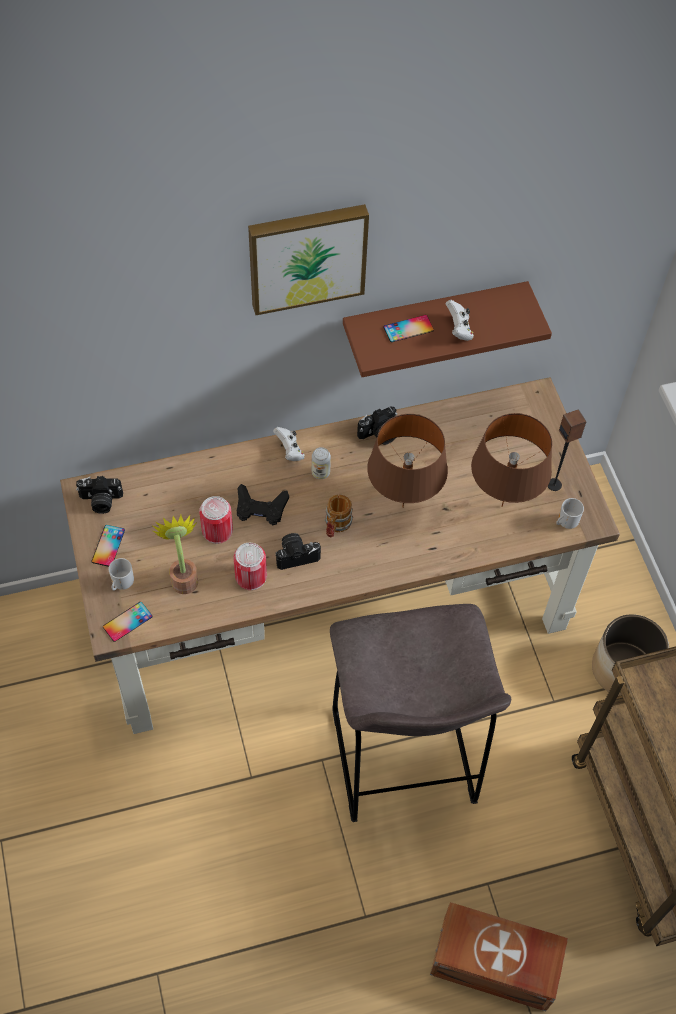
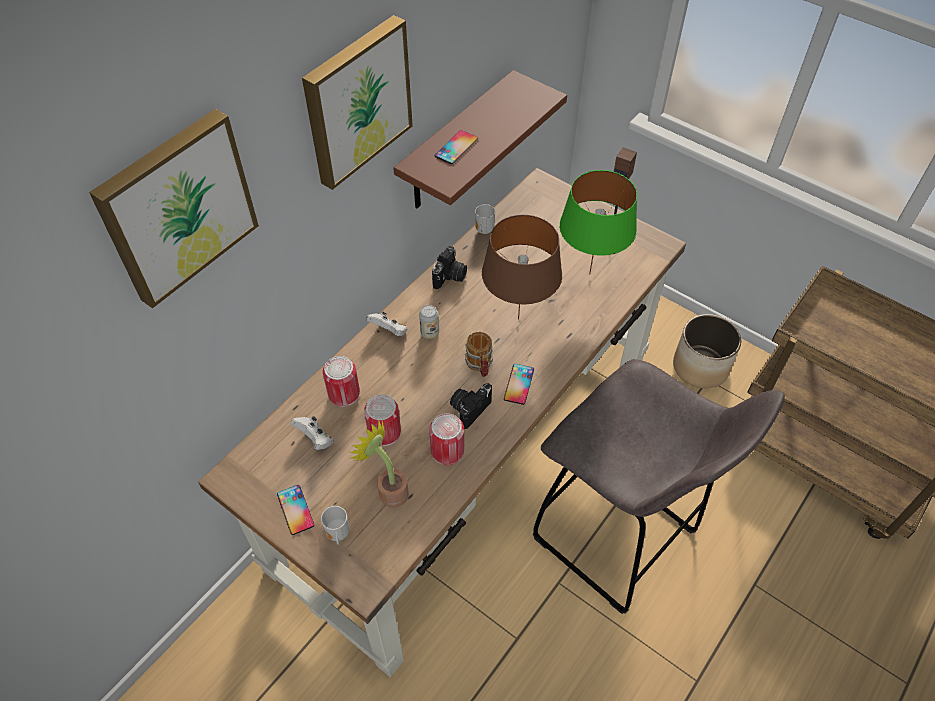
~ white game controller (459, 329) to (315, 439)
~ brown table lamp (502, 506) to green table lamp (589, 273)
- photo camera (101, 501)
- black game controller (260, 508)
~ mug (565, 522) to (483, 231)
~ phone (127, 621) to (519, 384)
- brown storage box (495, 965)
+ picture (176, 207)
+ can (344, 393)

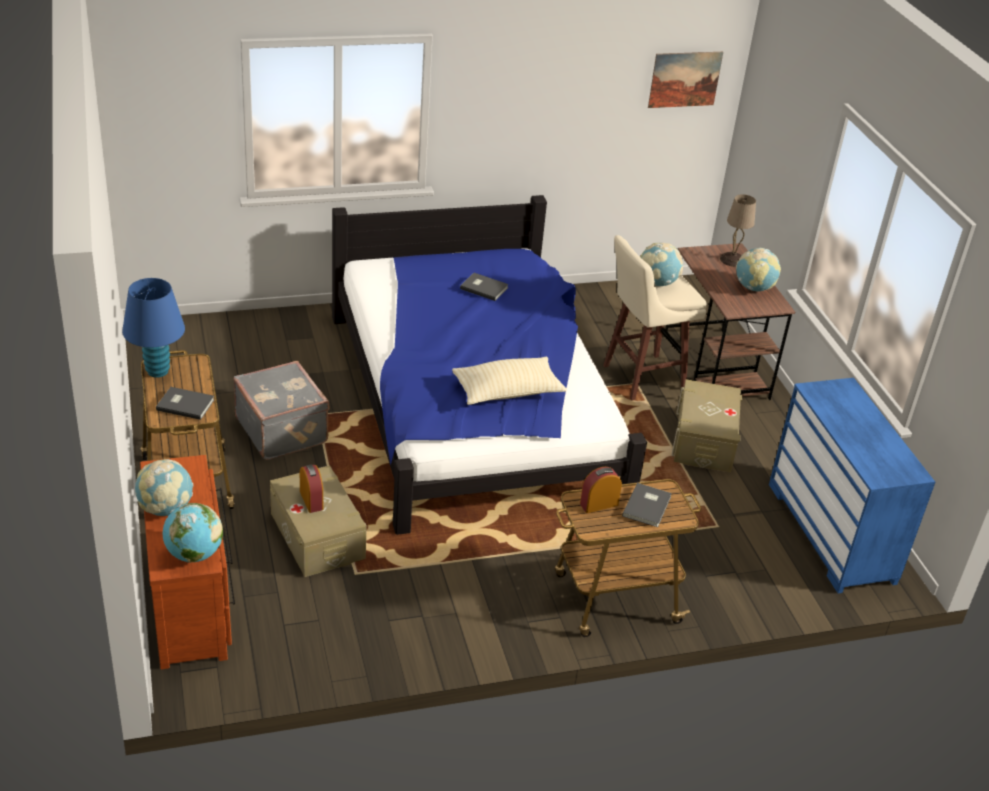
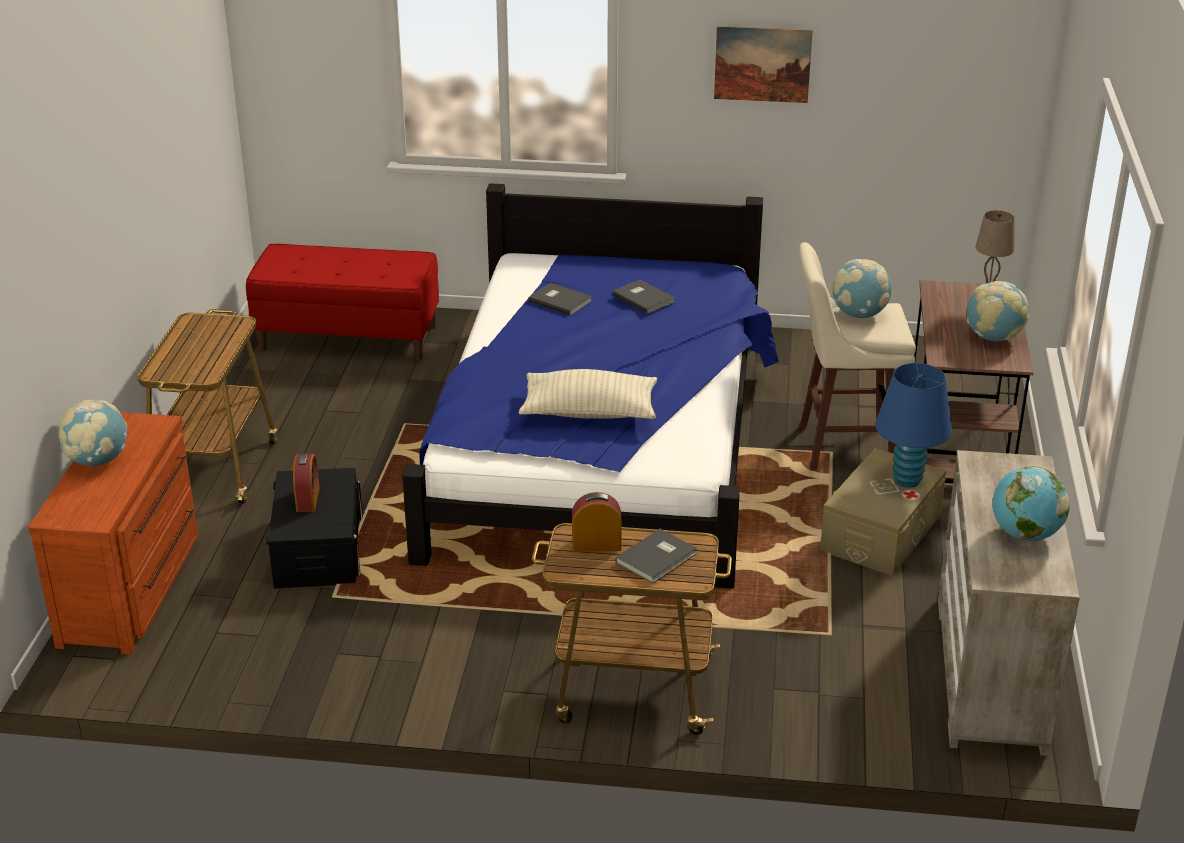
~ picture (685, 79) to (762, 64)
~ blue table lamp (157, 371) to (907, 480)
- grey suitcase (283, 430)
~ blue dresser (831, 533) to beige dresser (991, 673)
~ grey book (185, 404) to (560, 300)
~ beige storage box (317, 536) to black storage box (317, 549)
~ globe (194, 554) to (1025, 534)
+ red bench (348, 338)

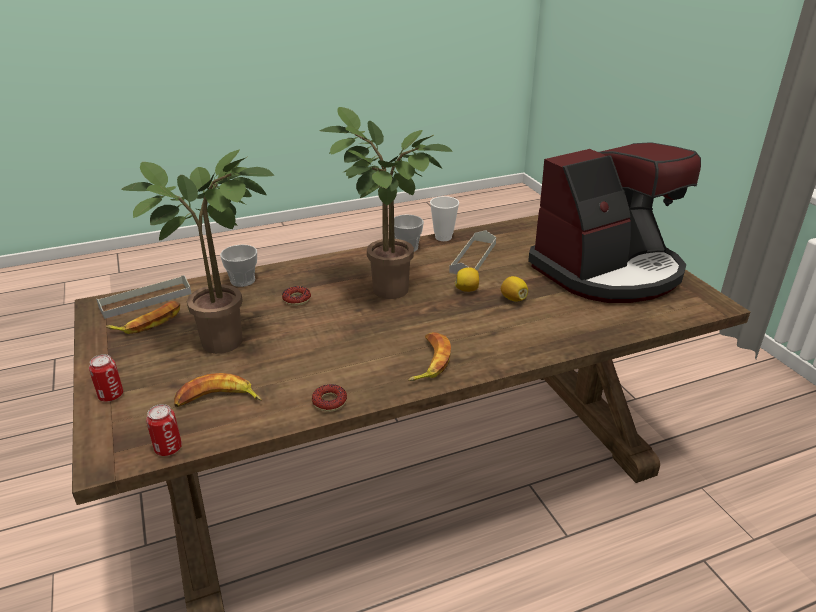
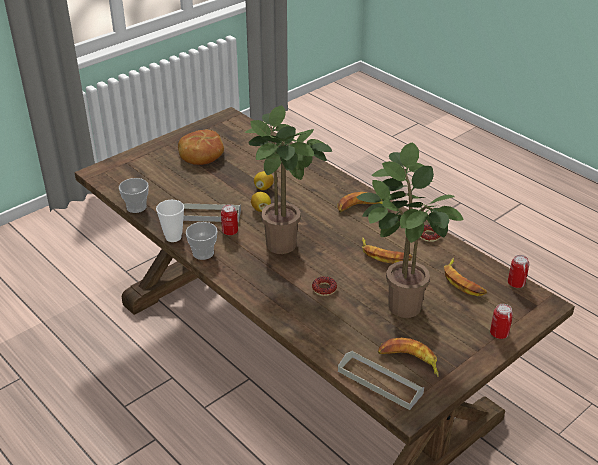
~ coffee machine (608, 271) to bread (201, 154)
~ cup (243, 280) to (136, 207)
+ can (230, 231)
+ banana (384, 255)

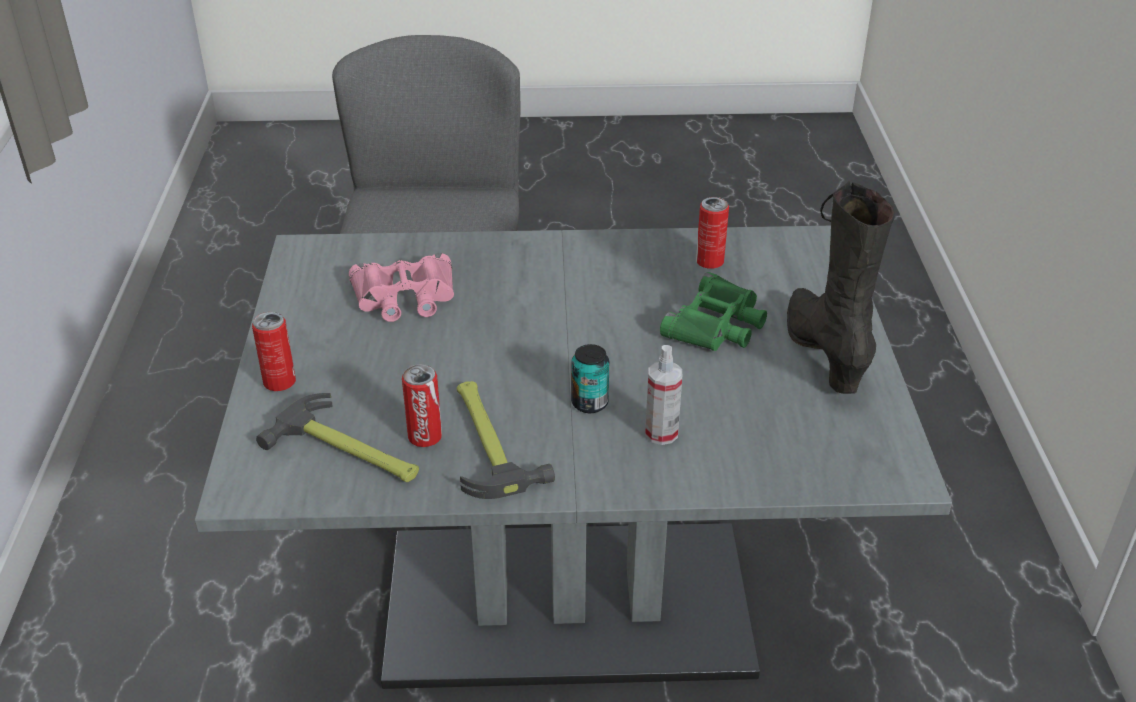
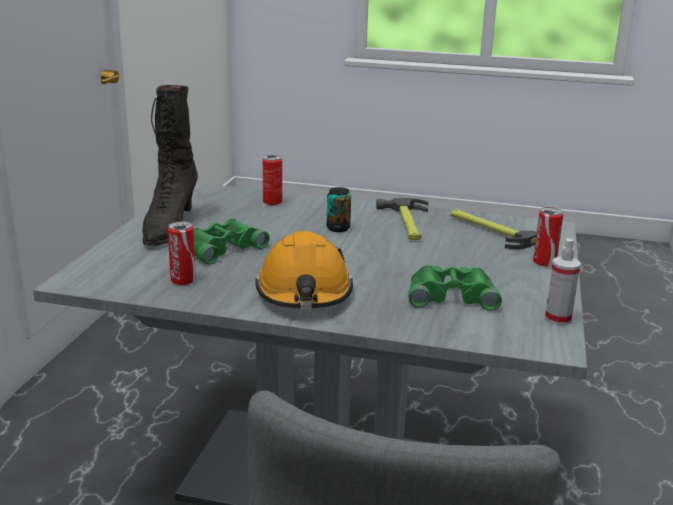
~ pink binoculars (405, 297) to green binoculars (451, 295)
~ spray bottle (661, 433) to (558, 319)
~ can (425, 437) to (272, 202)
+ orange hard hat (304, 293)

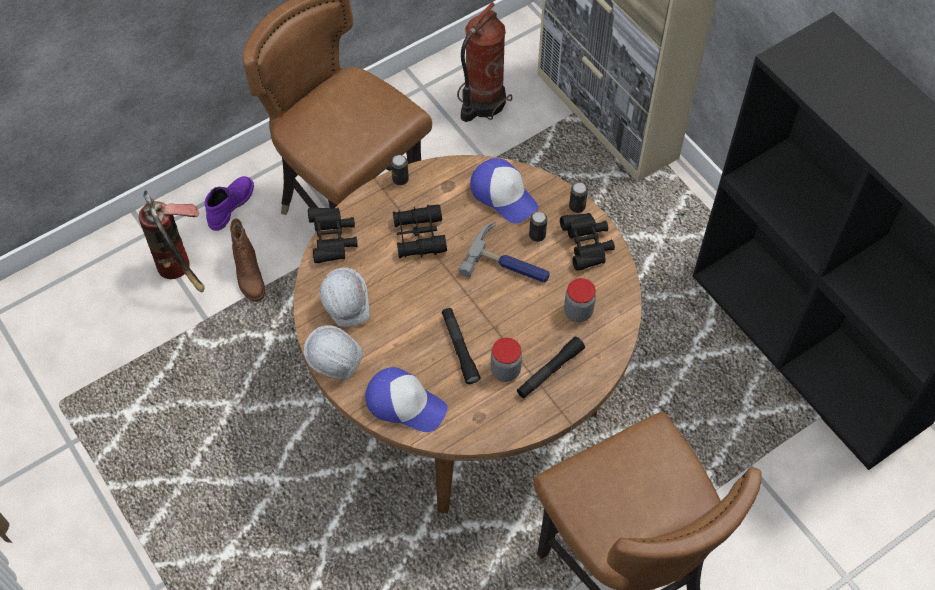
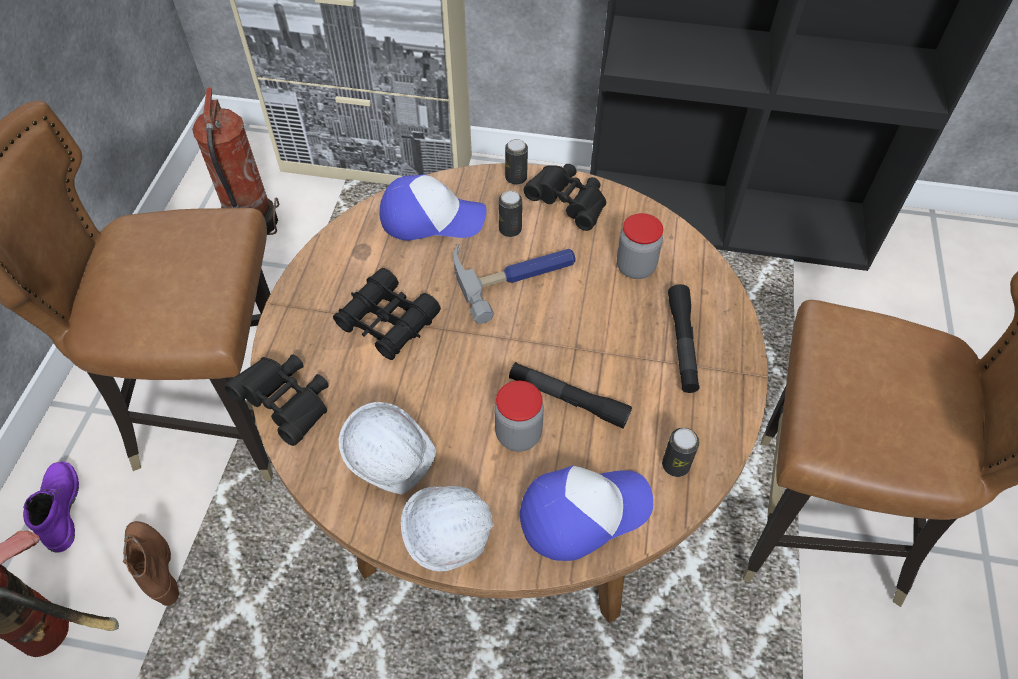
~ can (400, 179) to (675, 465)
~ brown boot (249, 276) = (156, 565) 150 degrees counterclockwise
~ jar (505, 370) to (518, 434)

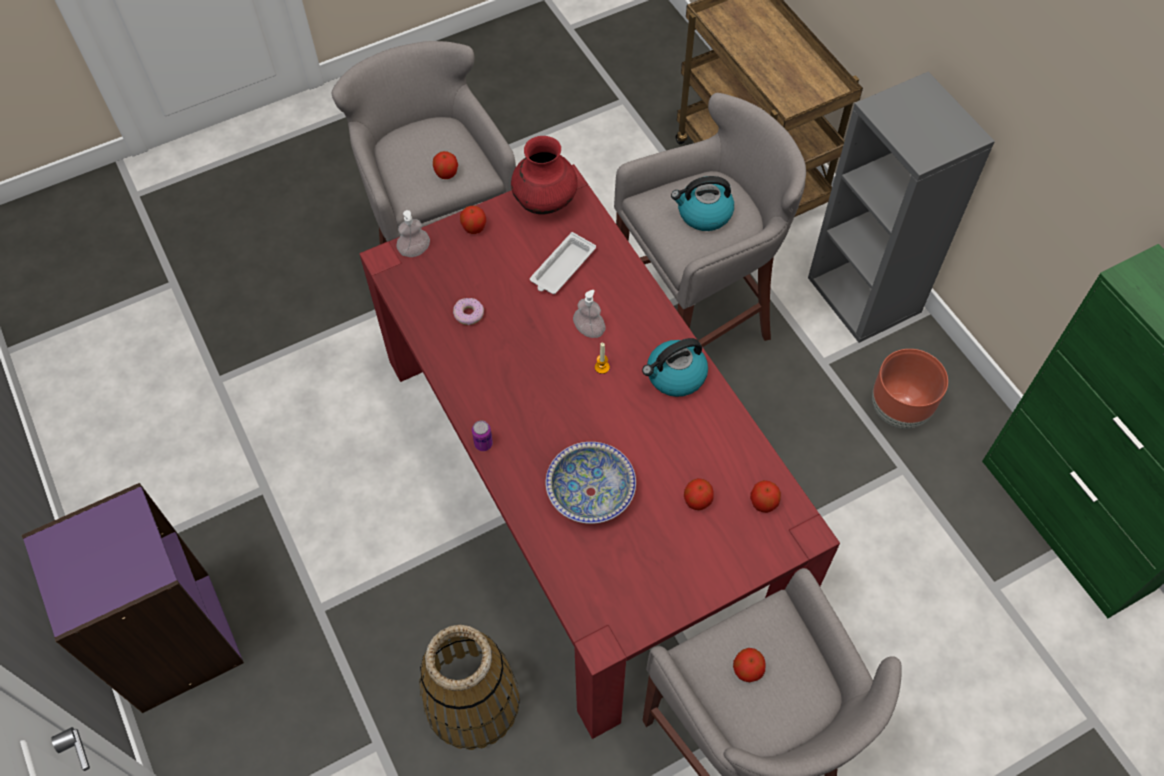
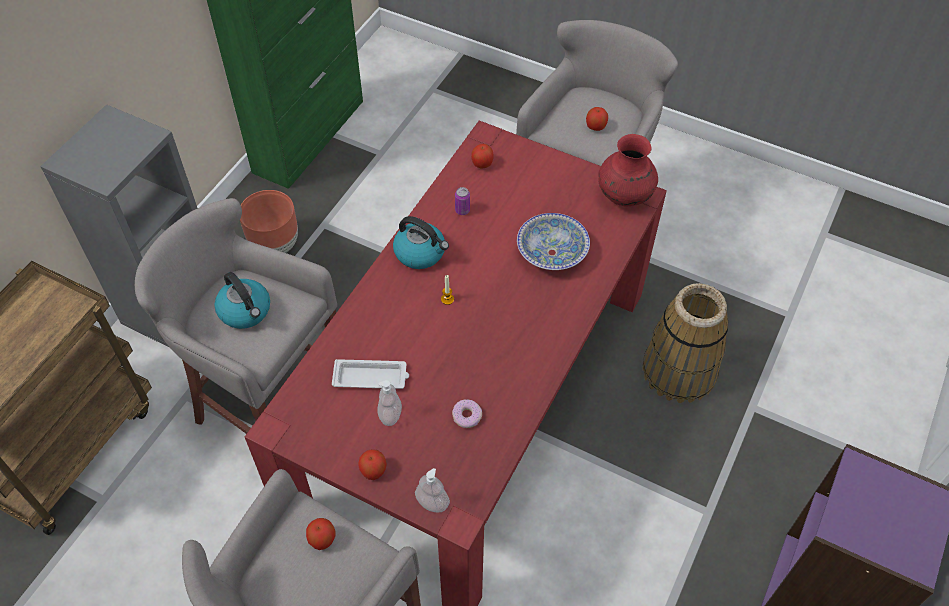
~ red vase (545, 202) to (624, 196)
~ soap dispenser (589, 330) to (390, 414)
~ can (483, 444) to (462, 210)
- apple (697, 501)

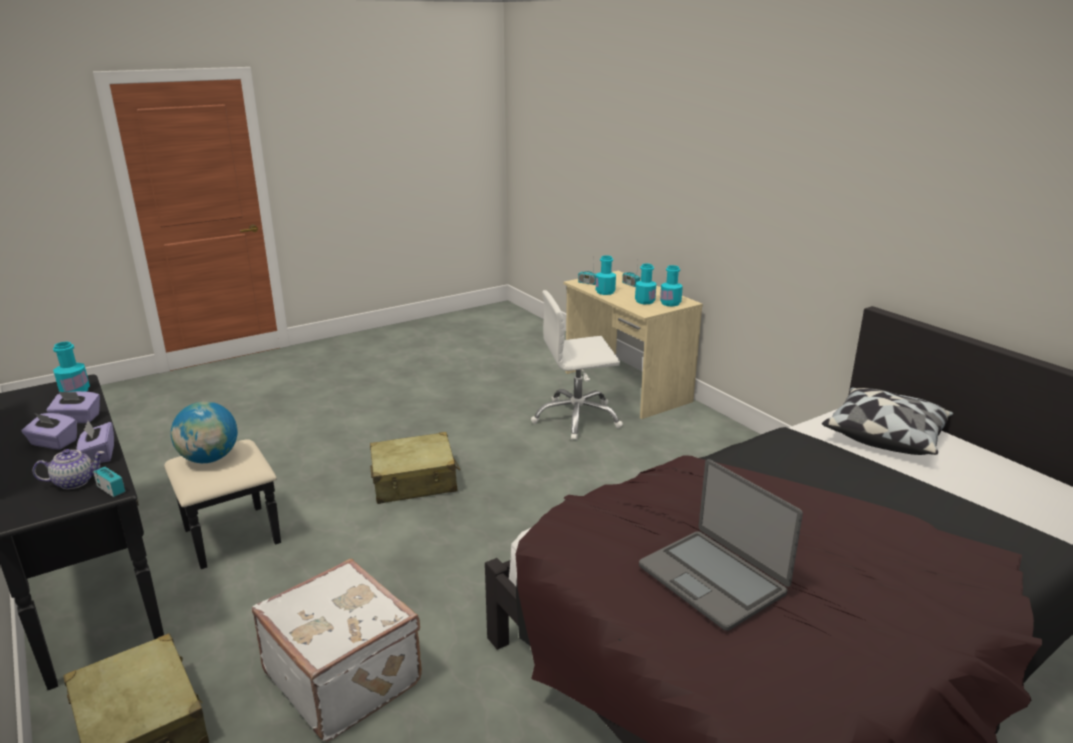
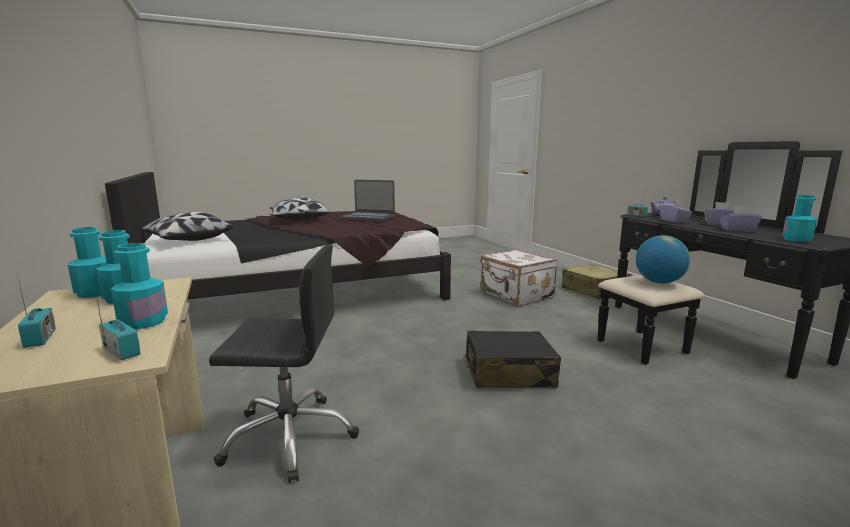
~ white office chair (577, 419) to black office chair (290, 436)
~ beige suitcase (414, 481) to black suitcase (508, 373)
~ laptop (713, 579) = (368, 217) 135 degrees clockwise
+ pillow (300, 220)

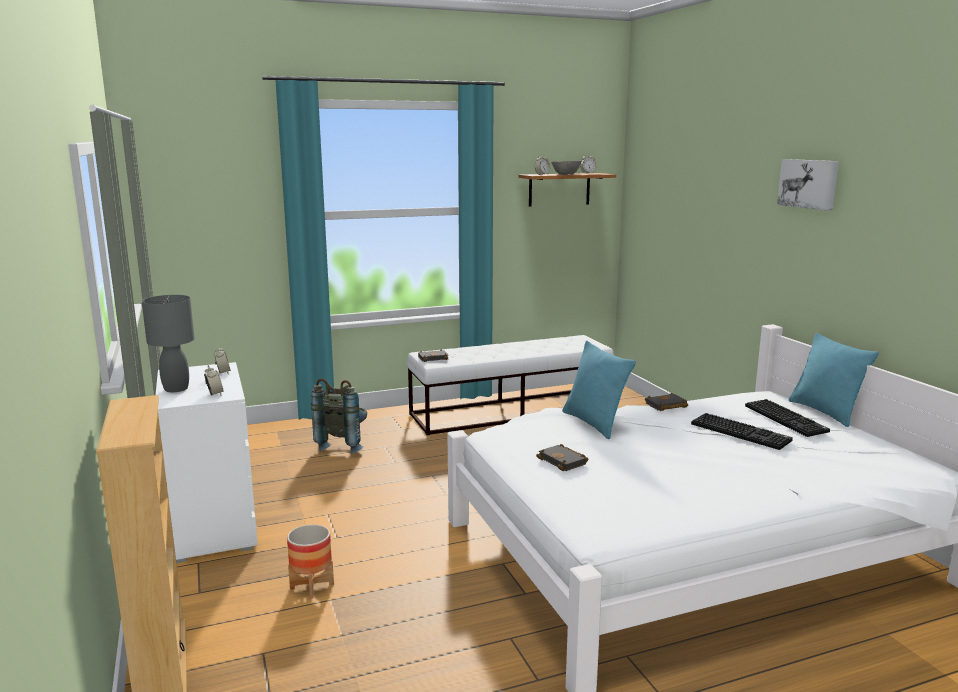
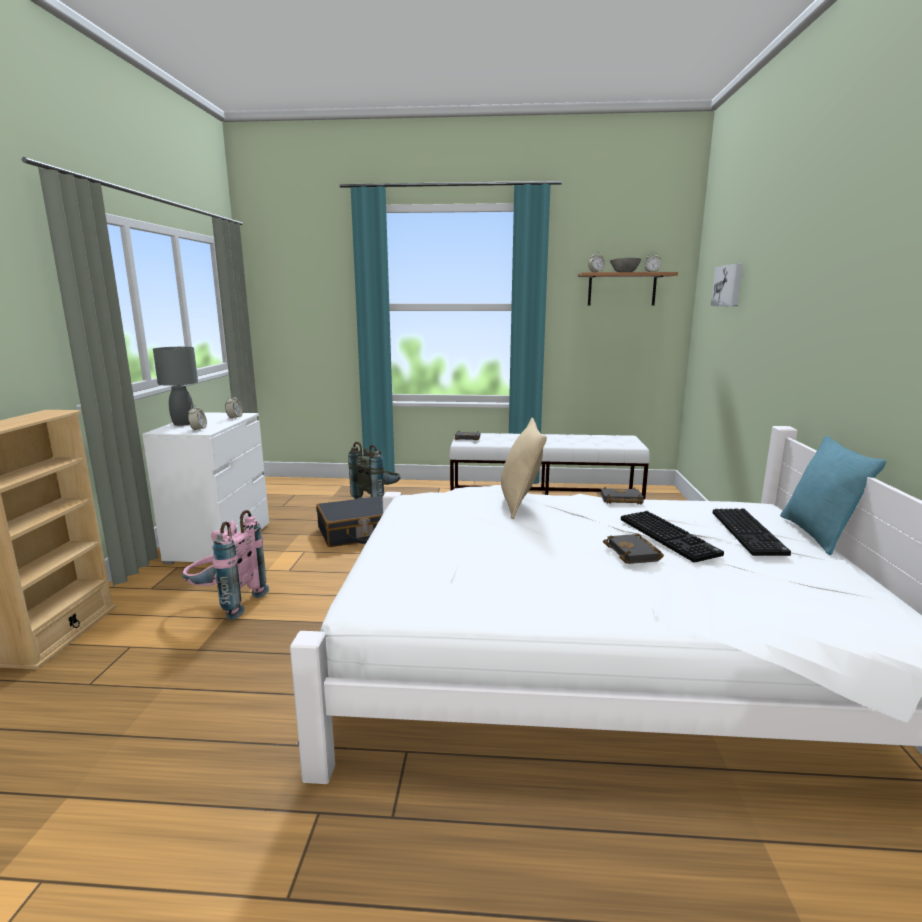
~ picture (809, 183) to (728, 285)
~ turquoise pillow (594, 423) to beige pillow (520, 504)
~ black book (564, 461) to (634, 553)
~ planter (312, 586) to pink backpack (226, 604)
+ black suitcase (359, 533)

